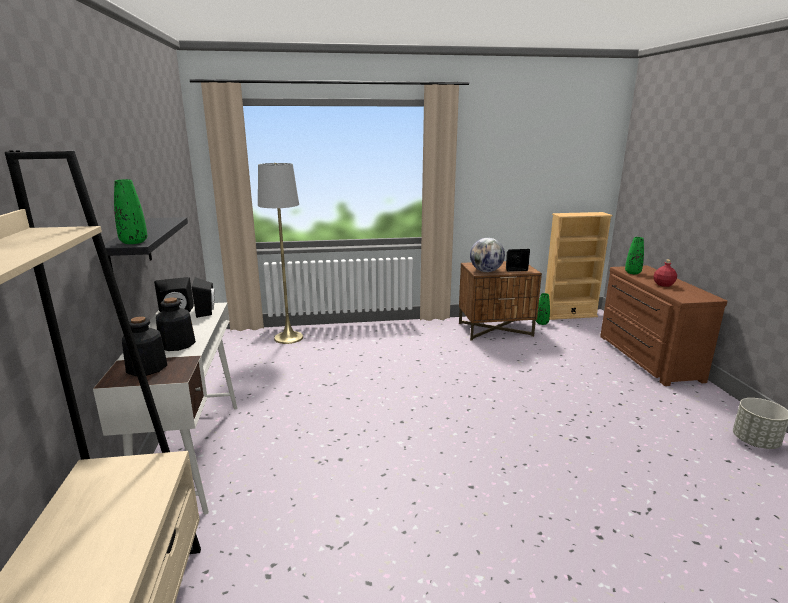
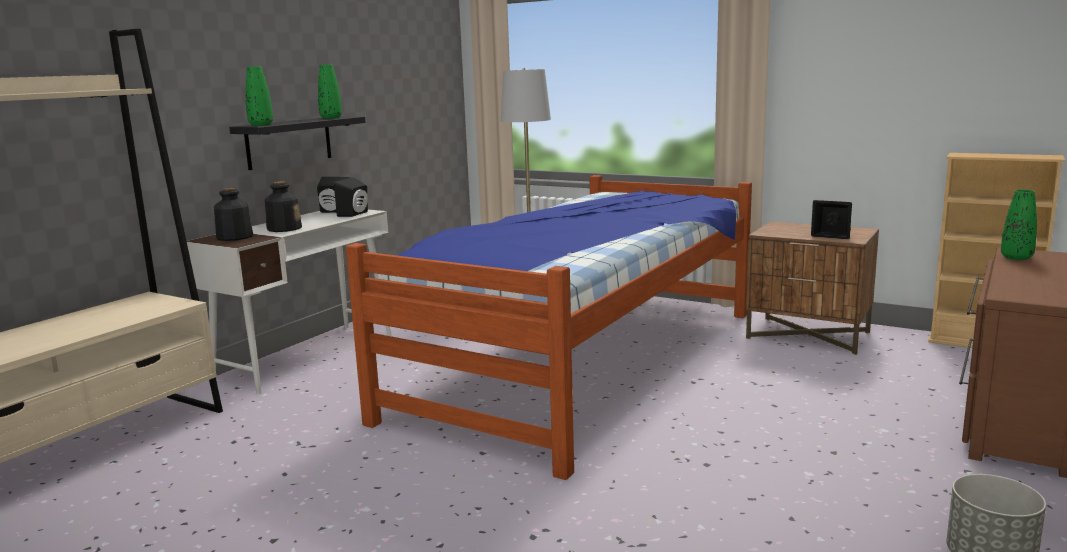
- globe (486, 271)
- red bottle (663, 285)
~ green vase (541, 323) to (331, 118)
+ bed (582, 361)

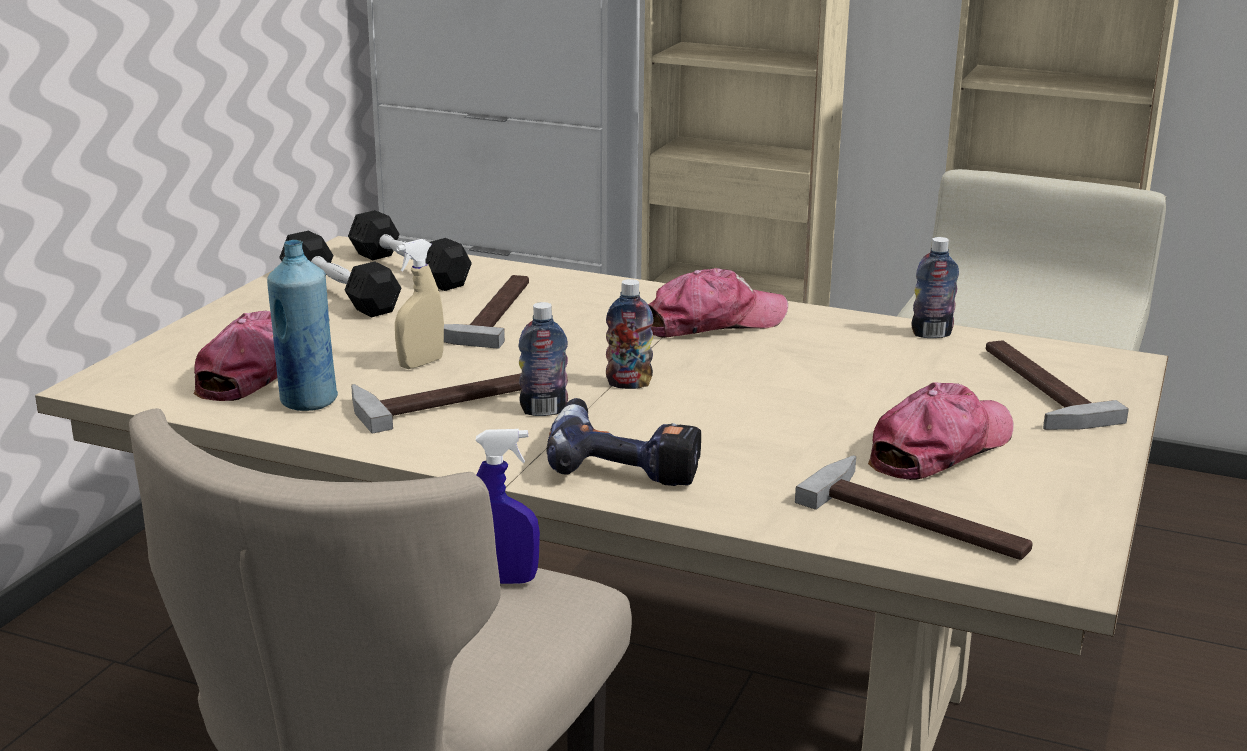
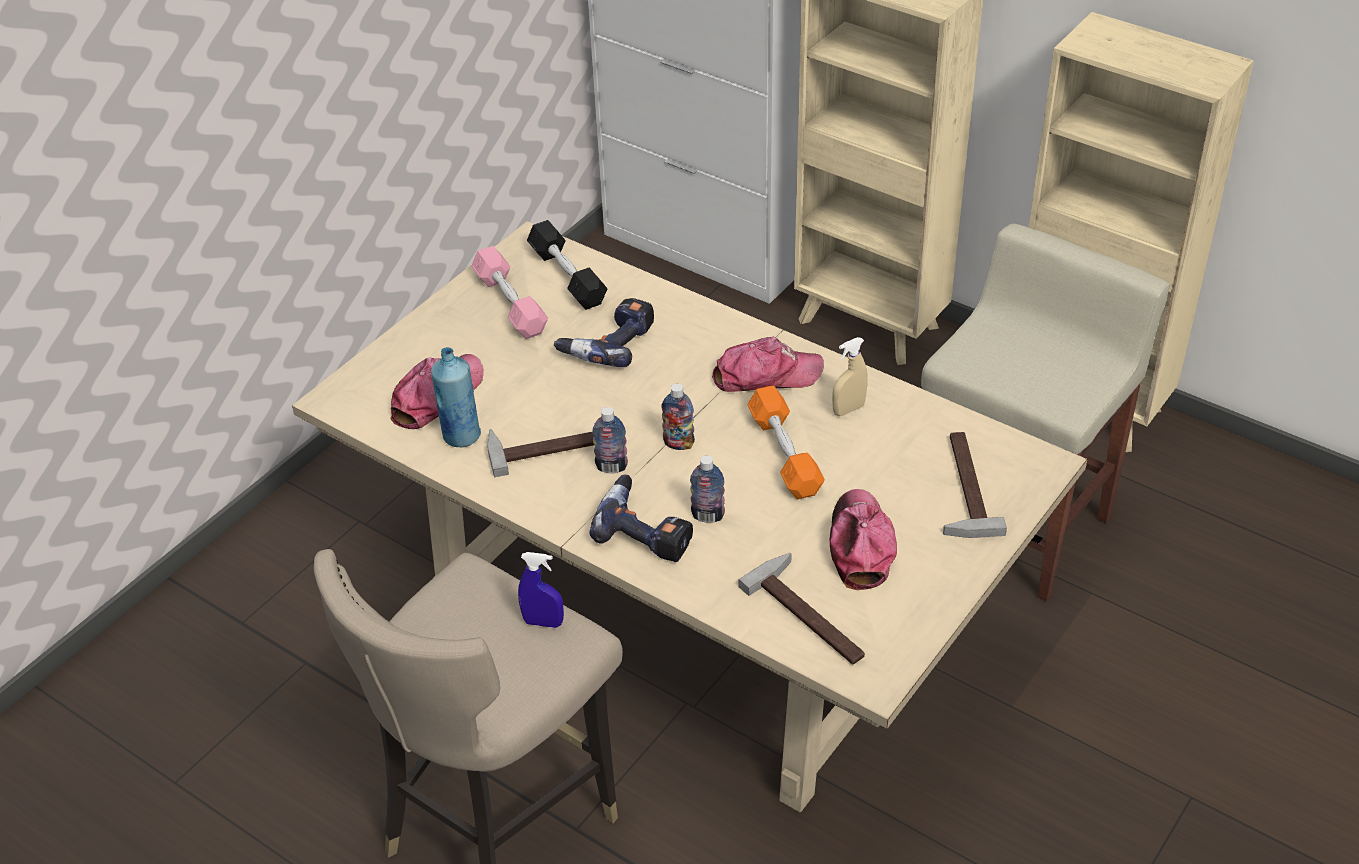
~ black dumbbell (339, 293) to pink dumbbell (510, 304)
~ bottle (931, 334) to (708, 516)
~ beige spray bottle (421, 363) to (848, 409)
~ hammer (488, 313) to power drill (608, 343)
~ cap (940, 448) = (860, 545) 60 degrees counterclockwise
+ orange dumbbell (784, 454)

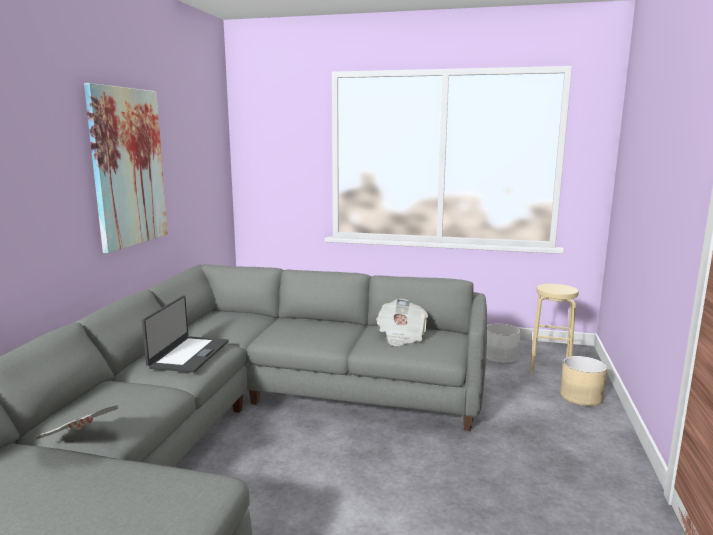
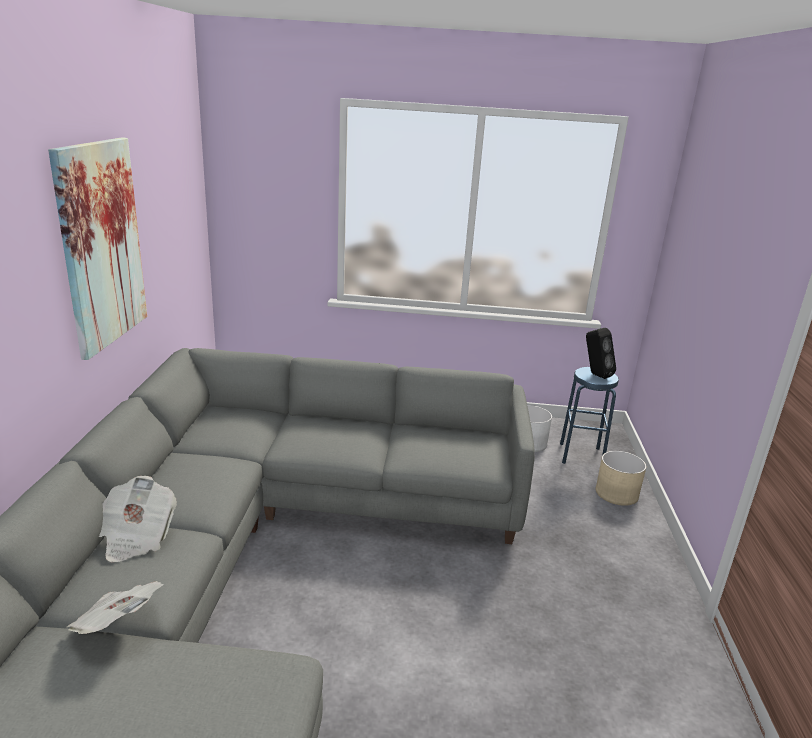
~ beige stool (549, 368) to blue stool (581, 455)
- laptop (188, 354)
~ newspaper (401, 336) to (136, 536)
+ black speaker (595, 374)

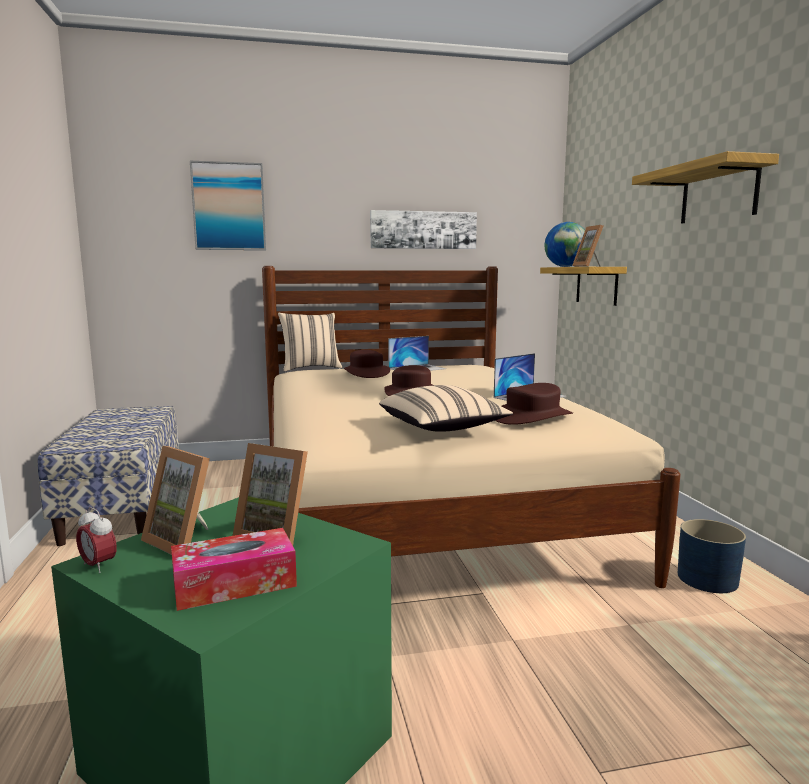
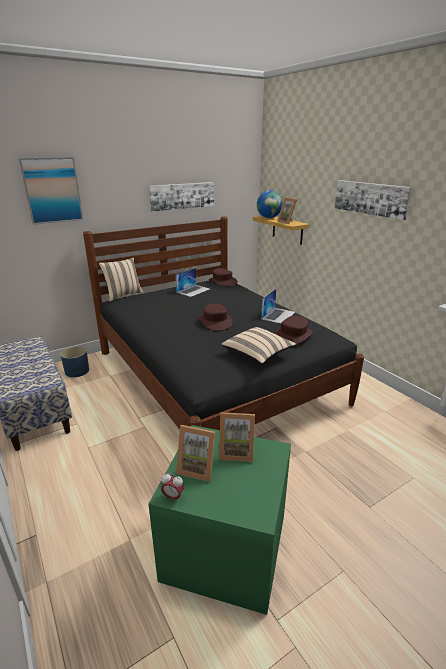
~ shelf (718, 193) to picture (371, 198)
~ beige bed (419, 508) to black bed (214, 376)
~ brown hat (366, 373) to (222, 282)
~ blue planter (707, 579) to (77, 371)
- tissue box (234, 583)

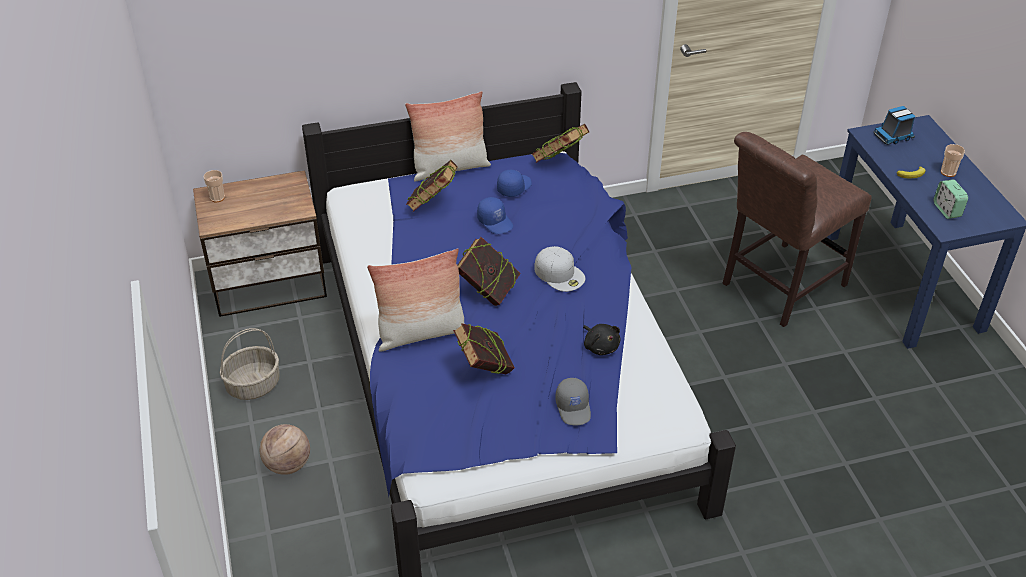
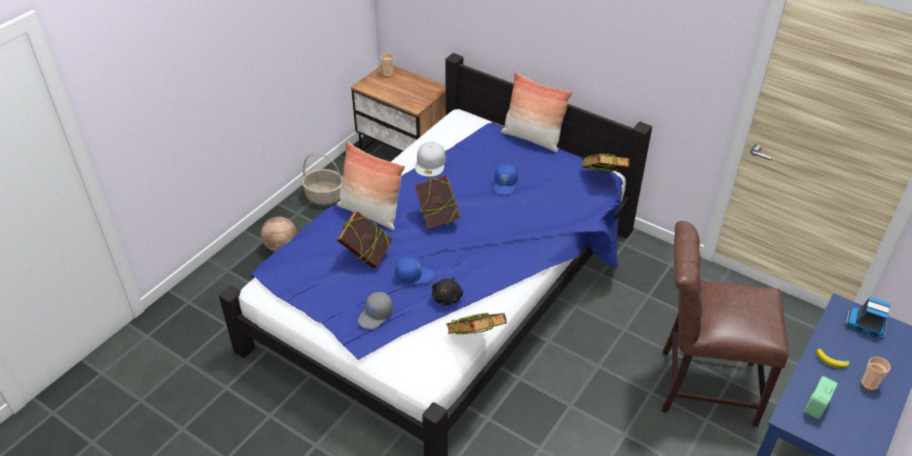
~ book (433, 205) to (475, 340)
~ blue cap (514, 187) to (414, 275)
~ white cap (560, 273) to (431, 163)

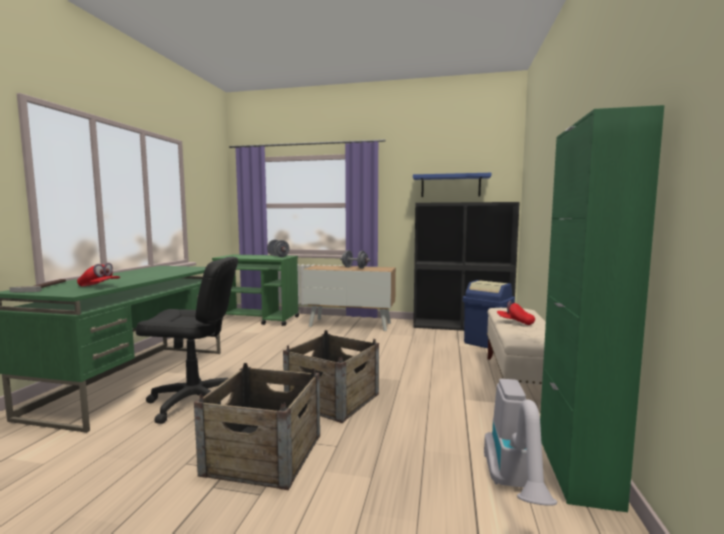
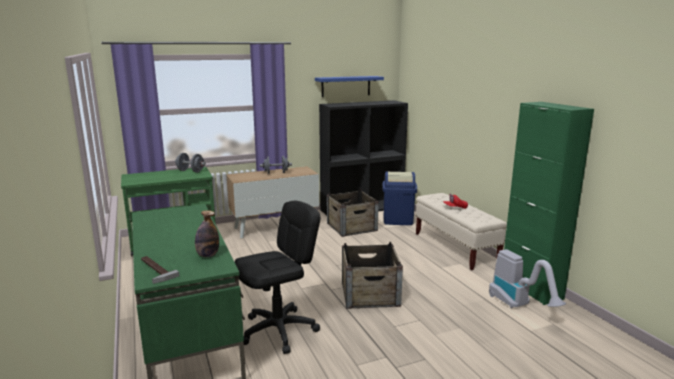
~ red cap (99, 286) to bottle (207, 255)
~ crate (264, 454) to (352, 227)

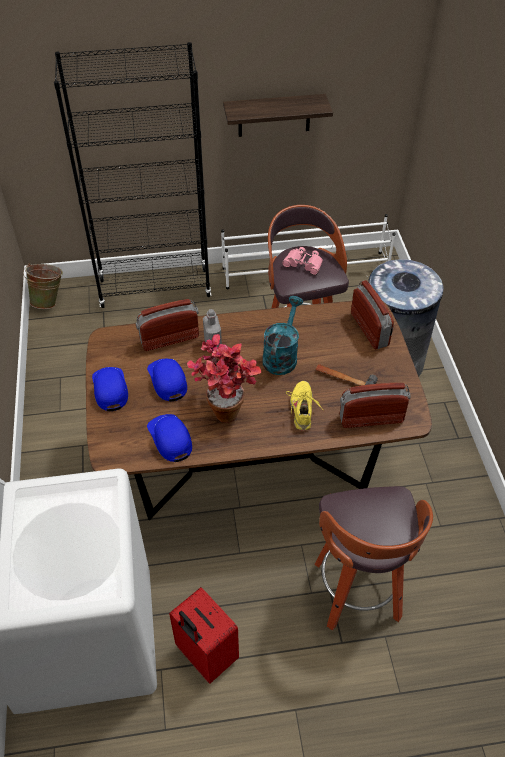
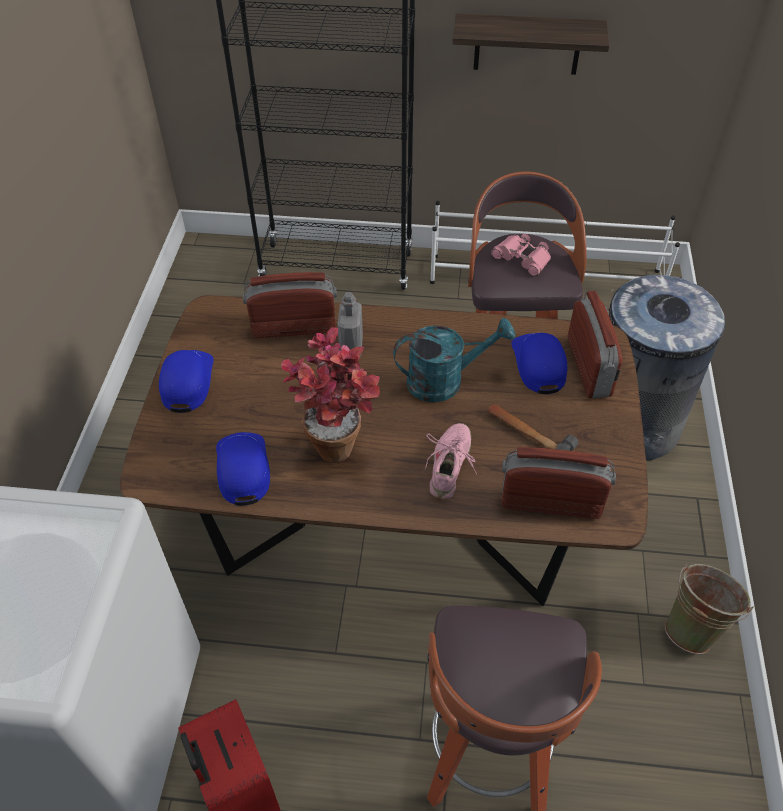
~ green bucket (49, 301) to (694, 627)
~ turquoise watering can (281, 355) = (445, 380) 45 degrees clockwise
~ blue cap (167, 380) to (538, 364)
~ yellow shoe (303, 409) to pink shoe (450, 466)

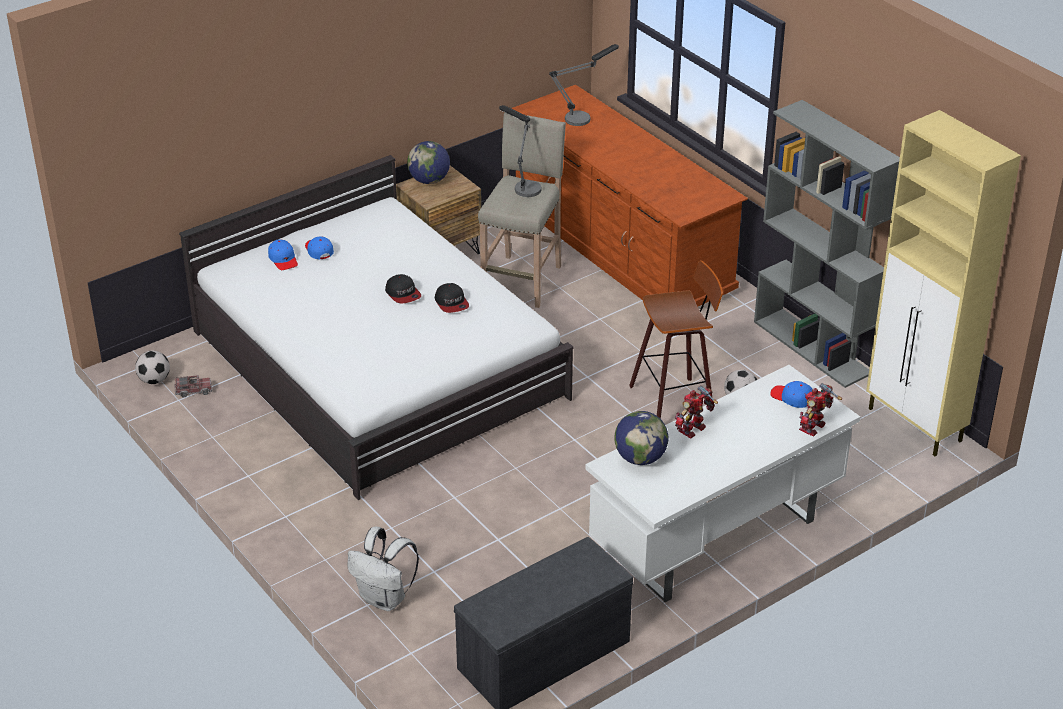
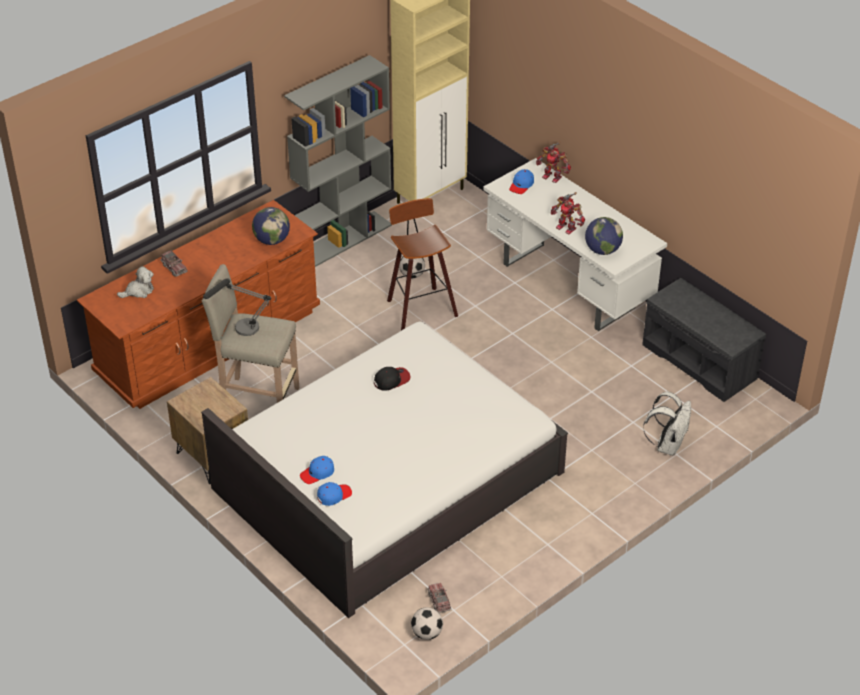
~ table lamp (583, 117) to plush toy (138, 291)
~ globe (429, 180) to (272, 240)
- cap (403, 294)
+ toy truck (174, 268)

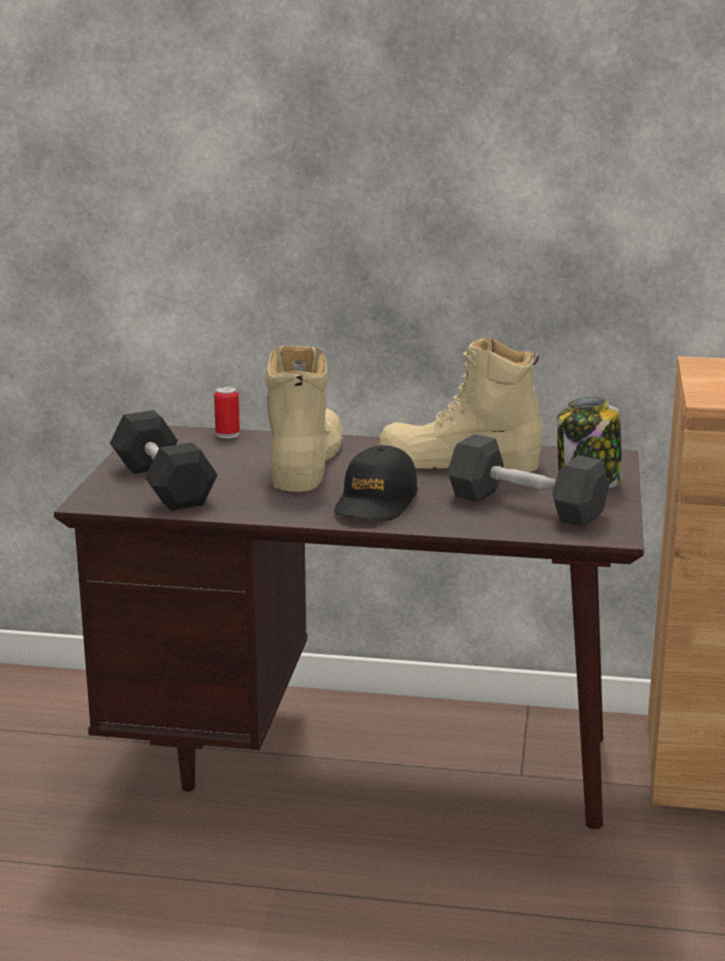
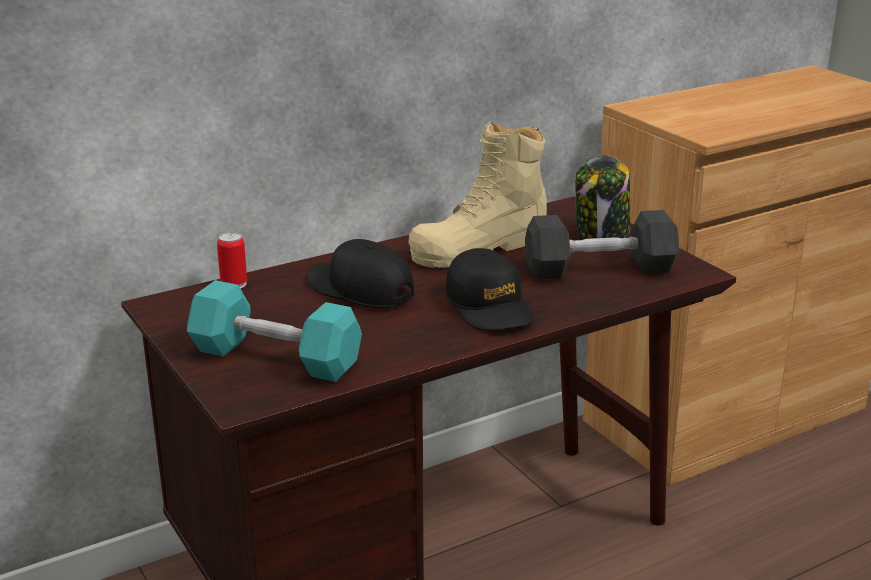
~ beige boot (306, 463) to black cap (360, 289)
~ black dumbbell (163, 485) to turquoise dumbbell (275, 358)

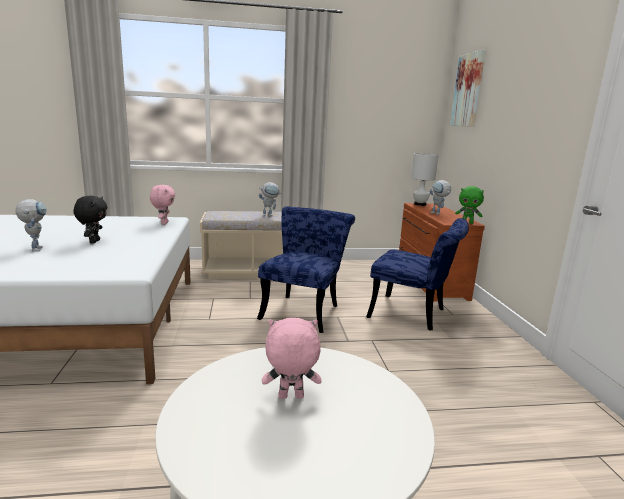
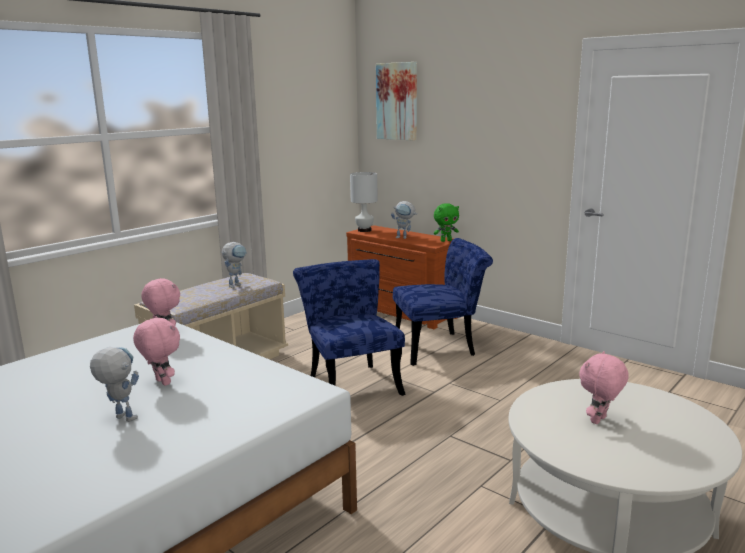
~ black plush toy (94, 241) to pink plush toy (161, 382)

